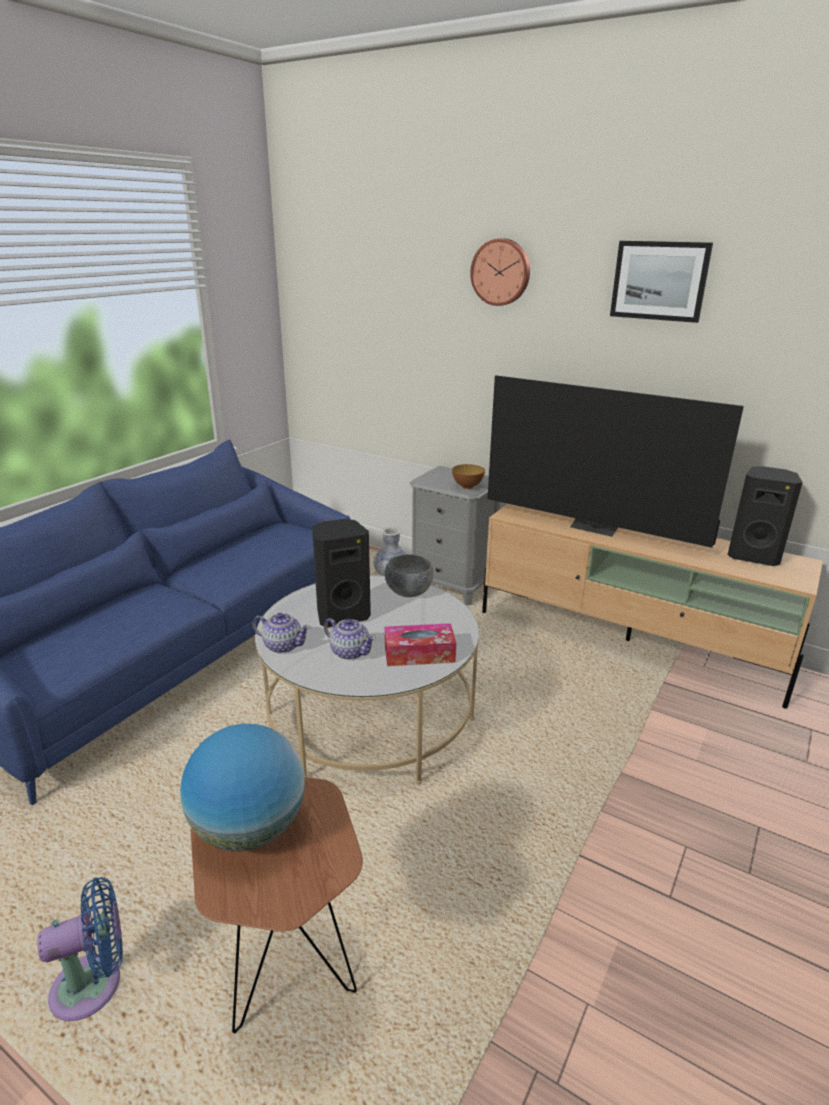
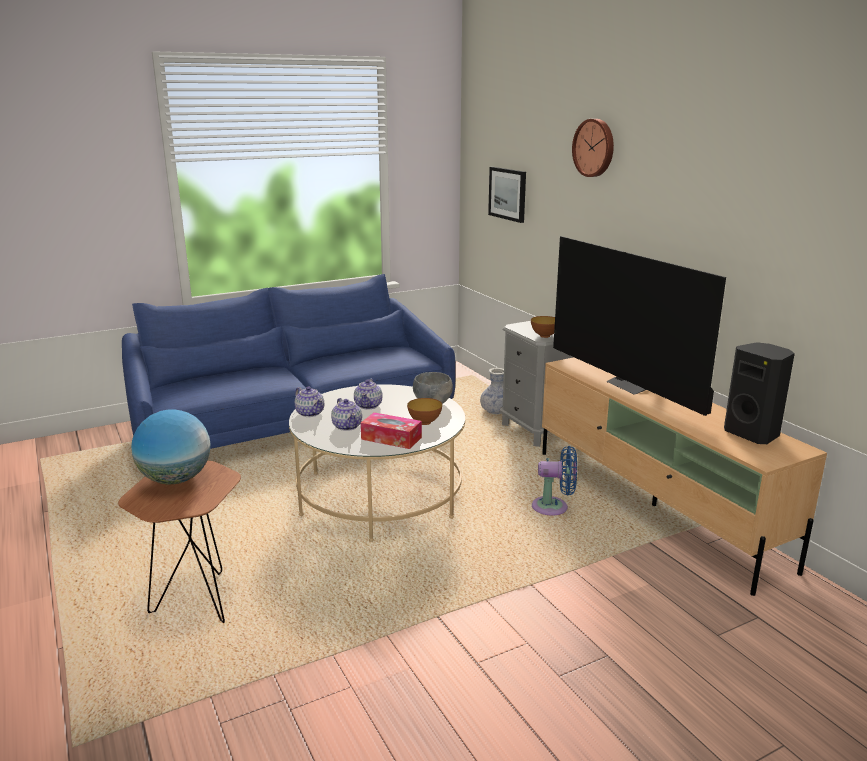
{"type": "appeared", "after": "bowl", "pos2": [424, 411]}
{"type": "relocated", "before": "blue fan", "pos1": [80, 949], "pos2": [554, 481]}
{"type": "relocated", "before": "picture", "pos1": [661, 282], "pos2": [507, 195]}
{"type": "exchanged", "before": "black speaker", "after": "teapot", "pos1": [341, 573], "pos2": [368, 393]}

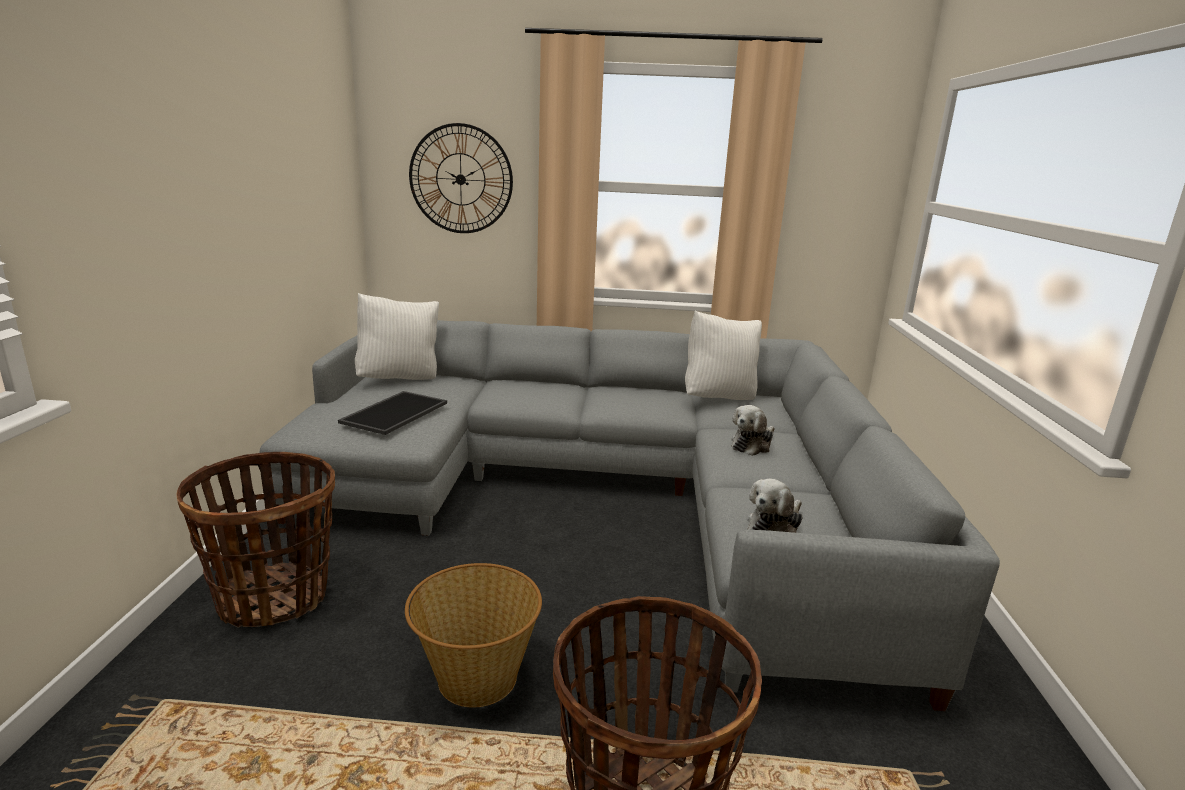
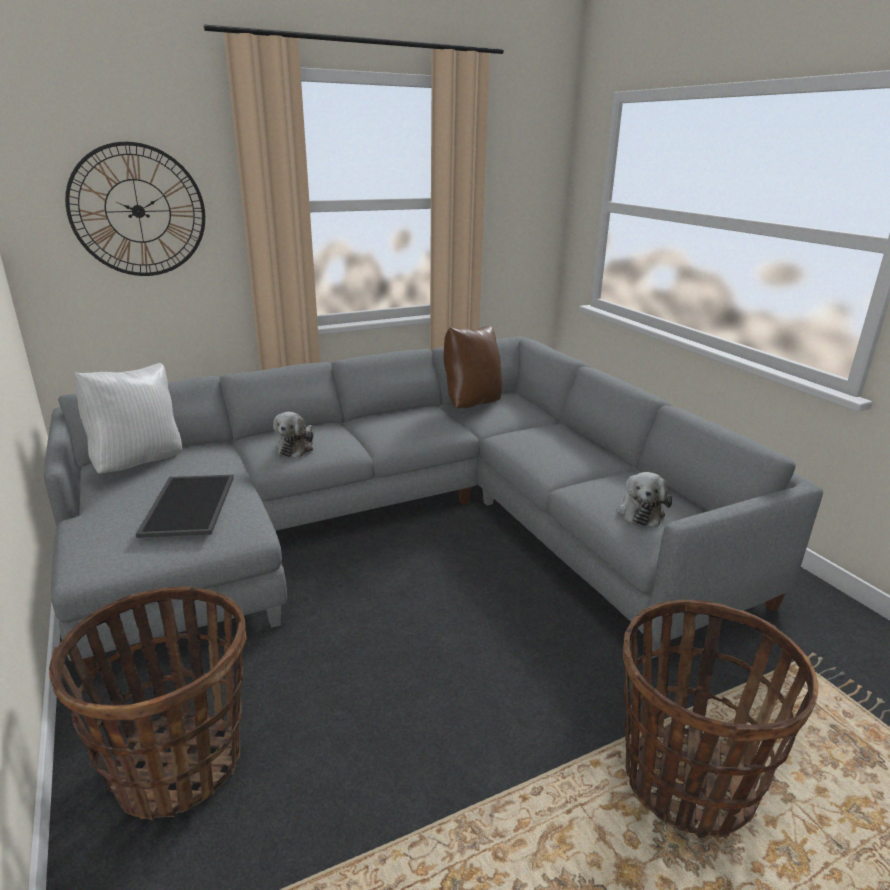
{"type": "missing", "before": "basket", "pos1": [473, 635]}
{"type": "relocated", "before": "plush toy", "pos1": [753, 430], "pos2": [293, 435]}
{"type": "colour", "before": "white pillow", "after": "brown pillow", "pos1": [723, 355], "pos2": [472, 367]}

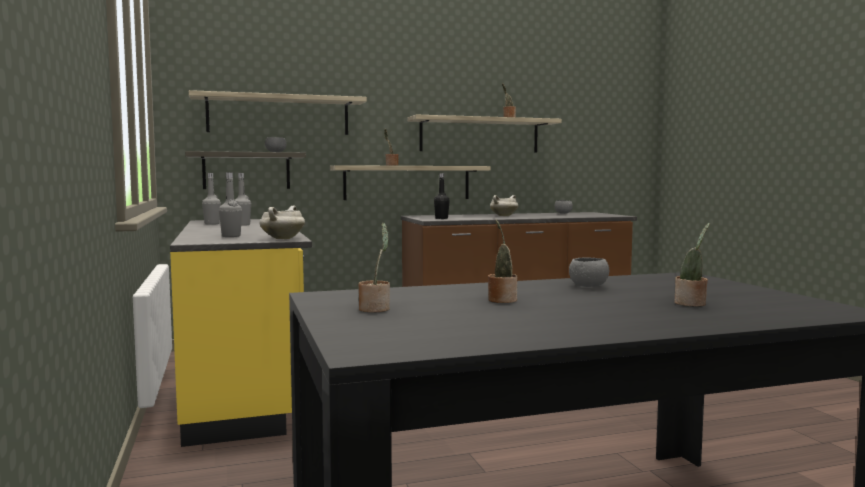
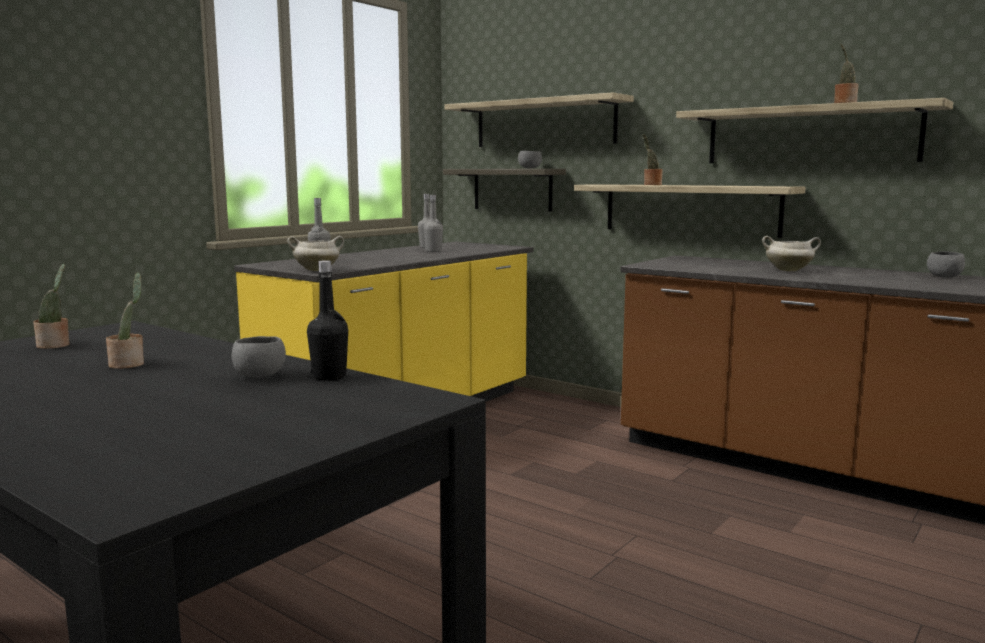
{"type": "missing", "before": "potted plant", "pos1": [692, 265]}
{"type": "relocated", "before": "black bottle", "pos1": [442, 196], "pos2": [327, 320]}

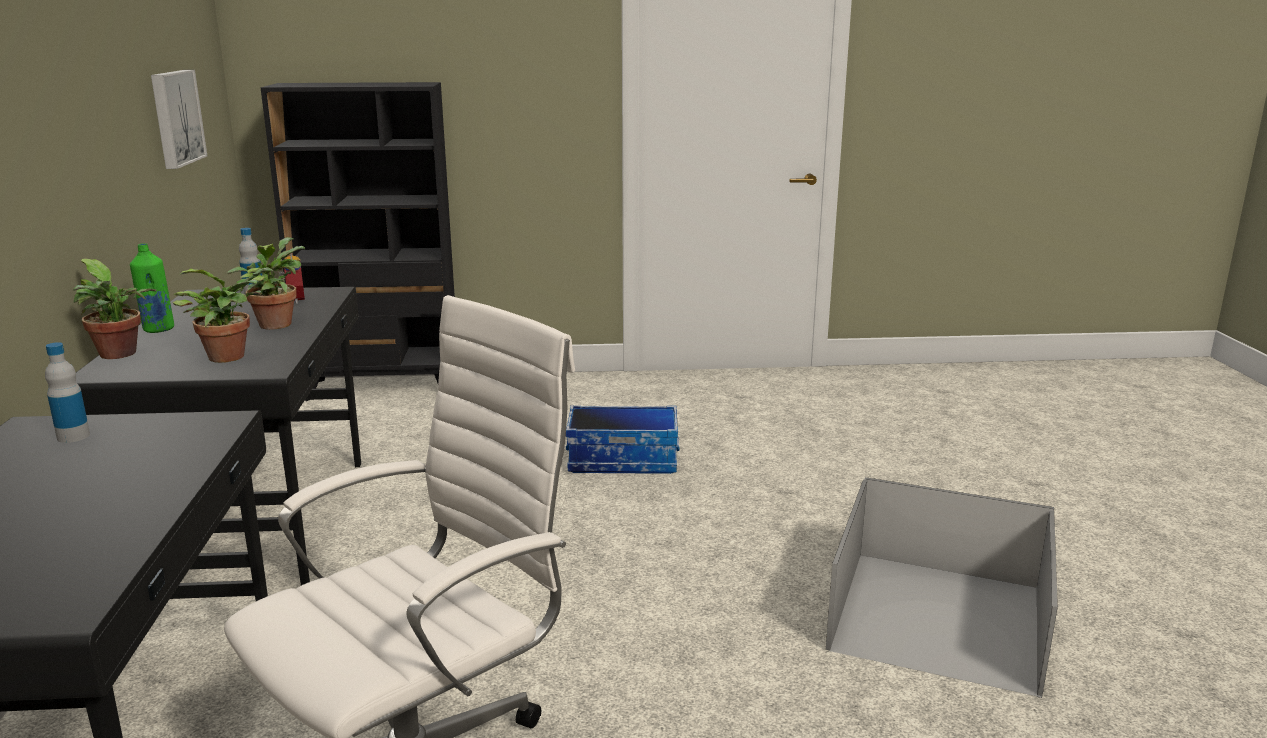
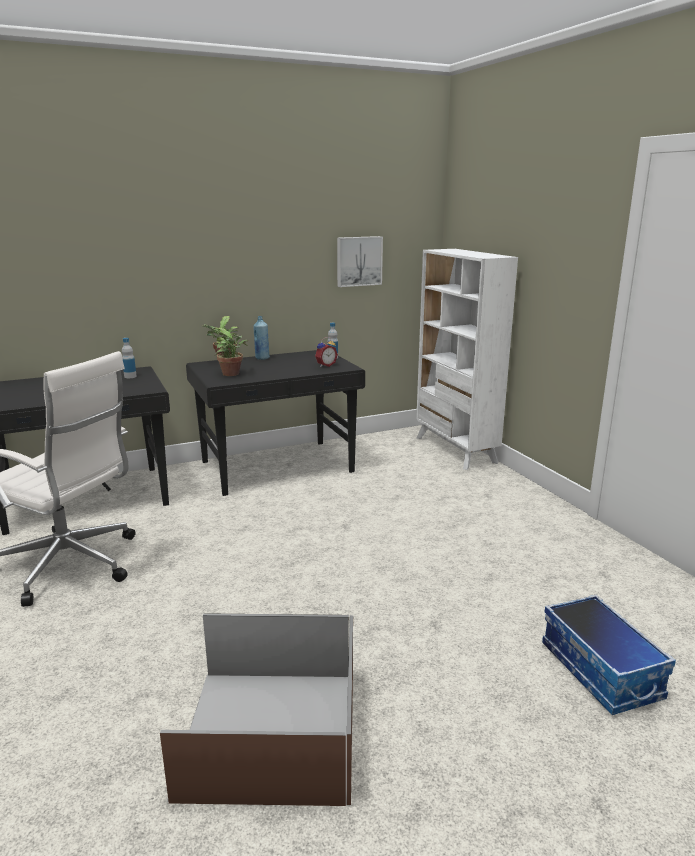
{"type": "missing", "before": "potted plant", "pos1": [266, 283]}
{"type": "relocated", "before": "storage box", "pos1": [623, 439], "pos2": [609, 655]}
{"type": "colour", "before": "green bottle", "after": "blue bottle", "pos1": [152, 288], "pos2": [261, 338]}
{"type": "colour", "before": "black bookcase", "after": "white bookcase", "pos1": [358, 241], "pos2": [467, 359]}

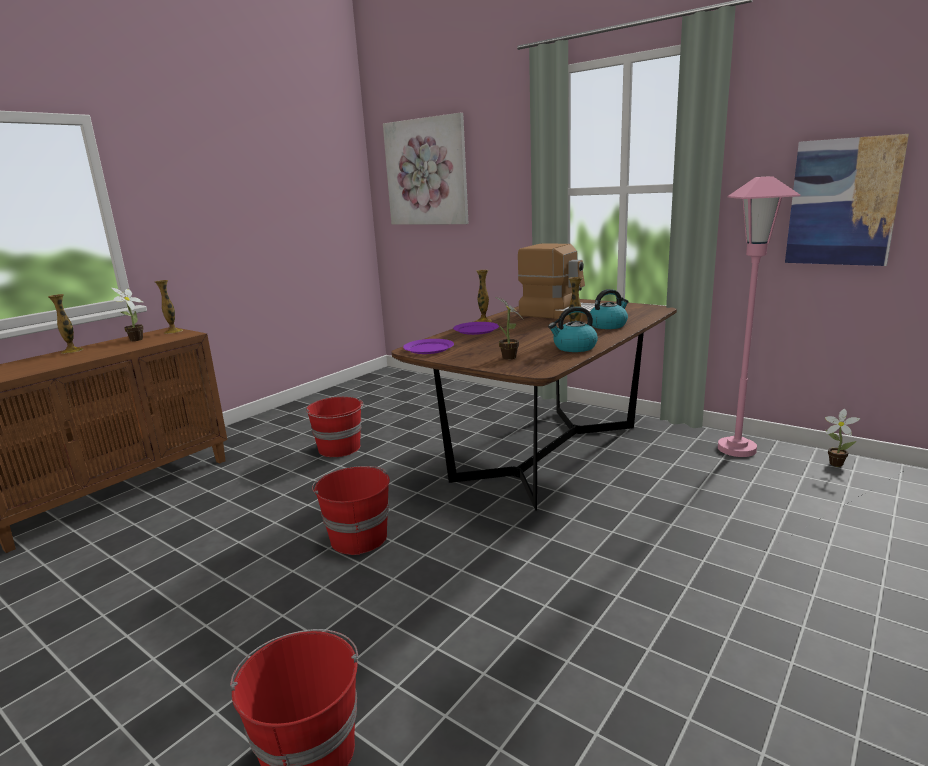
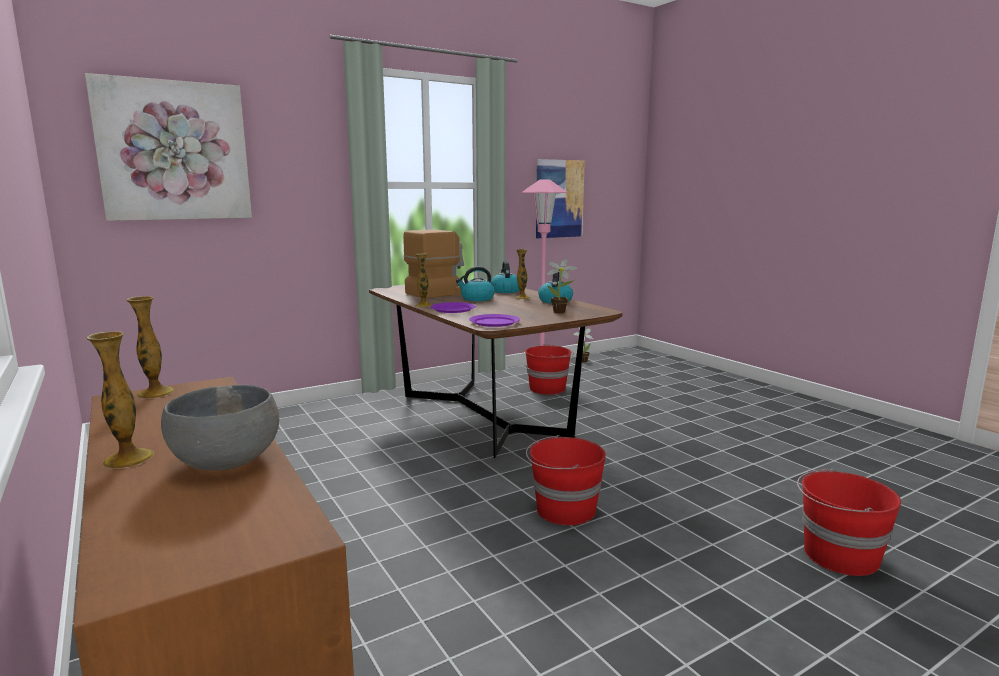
{"type": "missing", "before": "potted plant", "pos1": [128, 314]}
{"type": "appeared", "after": "grey bowl", "pos2": [220, 428]}
{"type": "appeared", "after": "kettle", "pos2": [475, 284]}
{"type": "relocated", "before": "red bucket", "pos1": [334, 427], "pos2": [549, 369]}

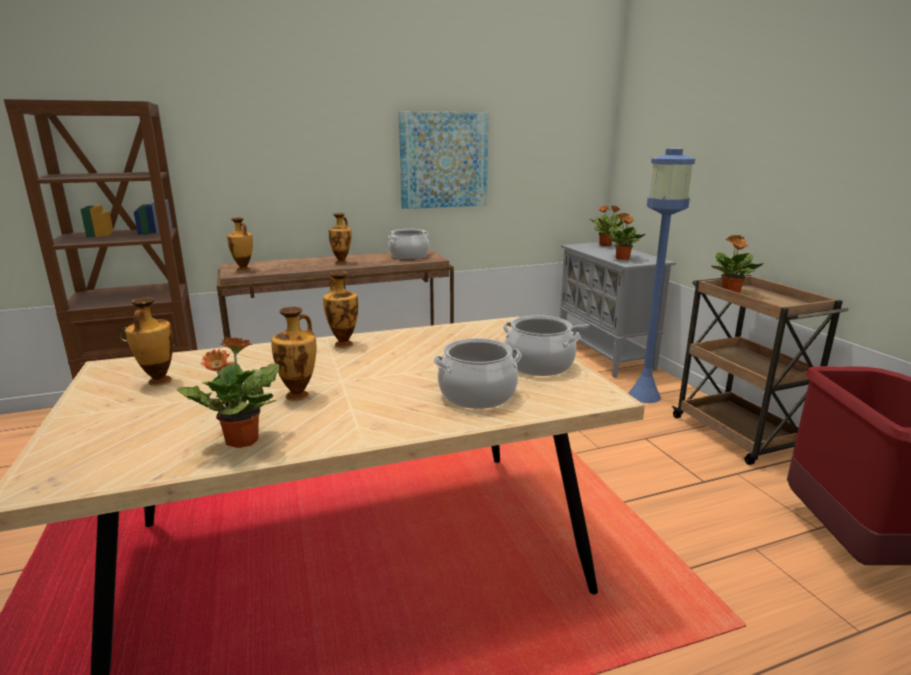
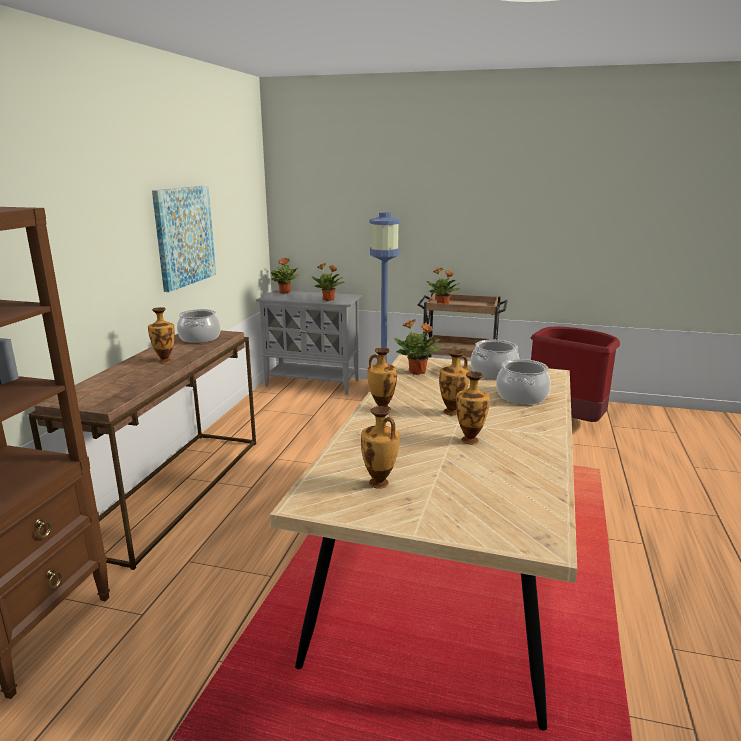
{"type": "relocated", "before": "potted plant", "pos1": [228, 392], "pos2": [418, 347]}
{"type": "relocated", "before": "vase", "pos1": [240, 244], "pos2": [454, 382]}

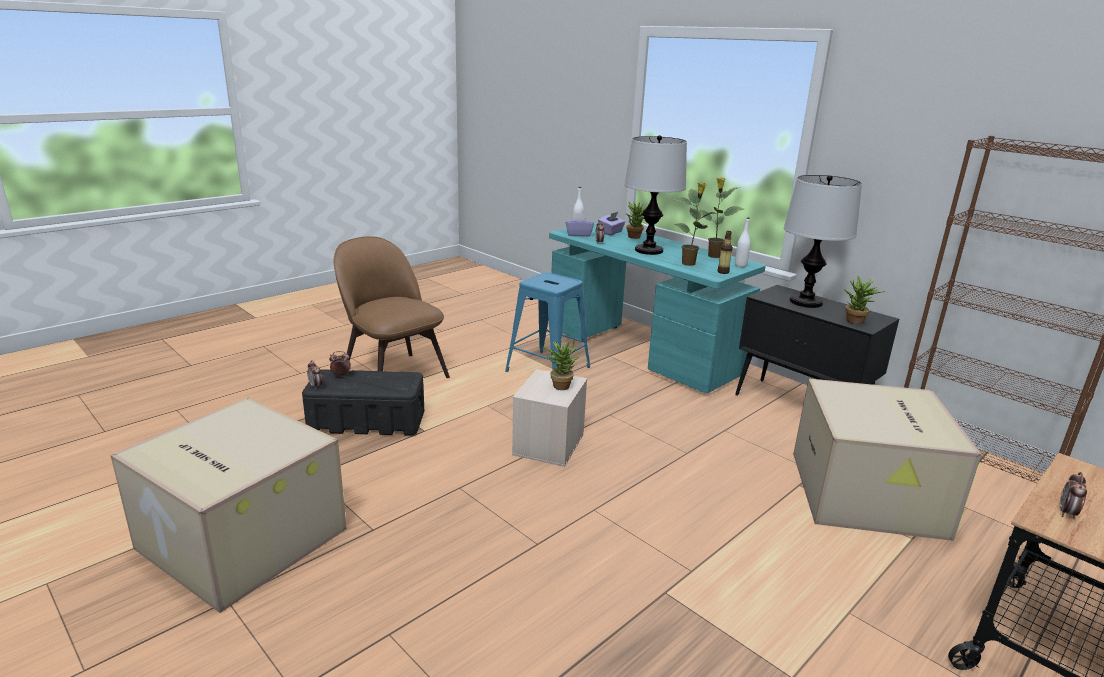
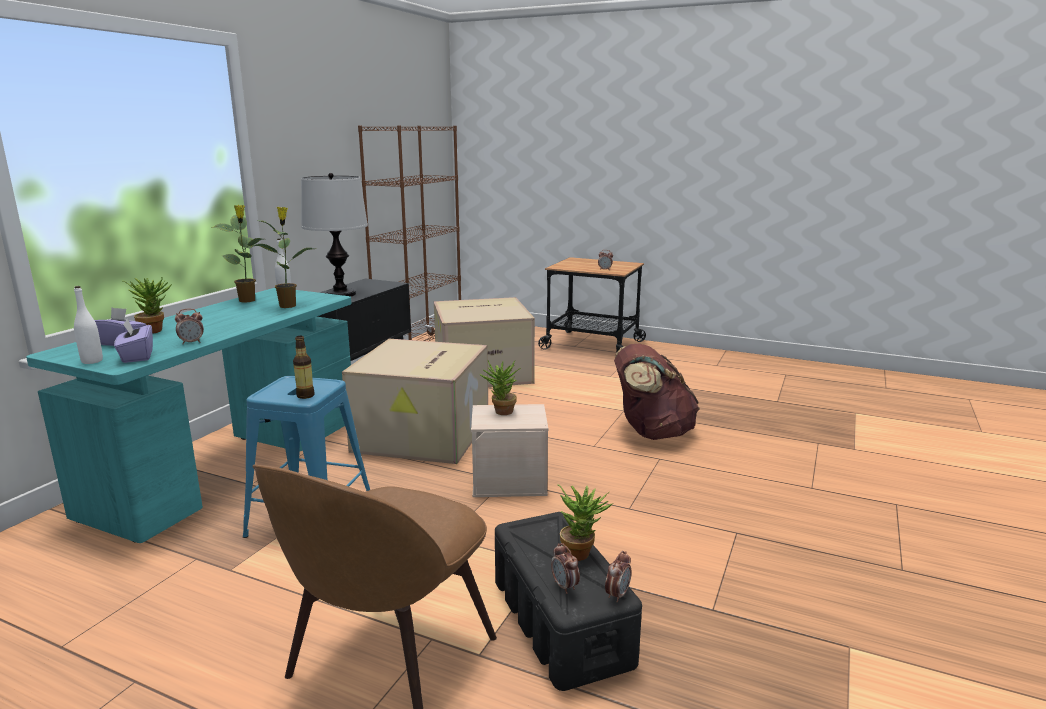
{"type": "missing", "before": "table lamp", "pos1": [655, 195]}
{"type": "appeared", "after": "brown backpack", "pos2": [657, 392]}
{"type": "relocated", "before": "cardboard box", "pos1": [228, 505], "pos2": [415, 401]}
{"type": "relocated", "before": "bottle", "pos1": [725, 252], "pos2": [304, 367]}
{"type": "relocated", "before": "potted plant", "pos1": [864, 300], "pos2": [585, 522]}

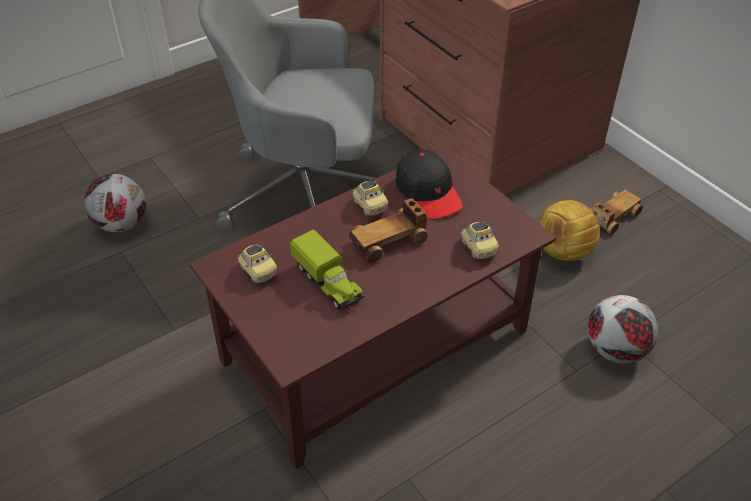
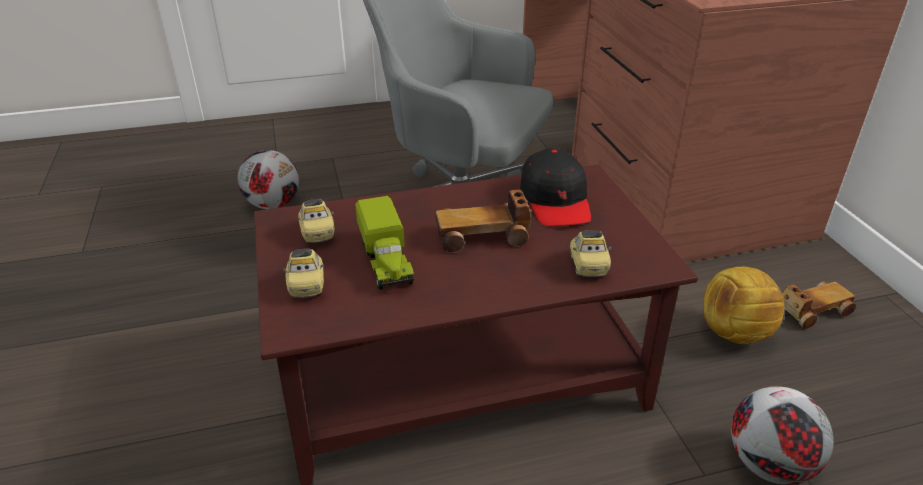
{"type": "relocated", "before": "toy car", "pos1": [370, 198], "pos2": [303, 273]}

